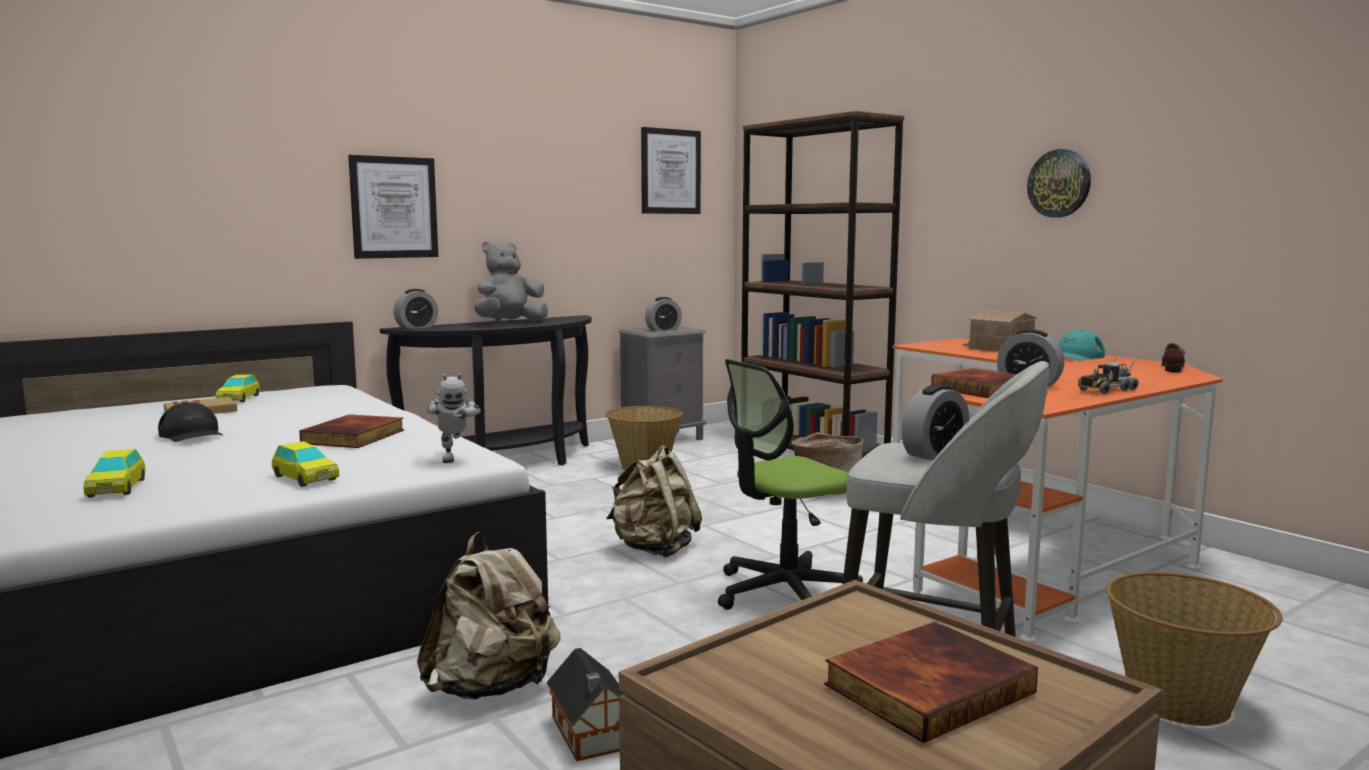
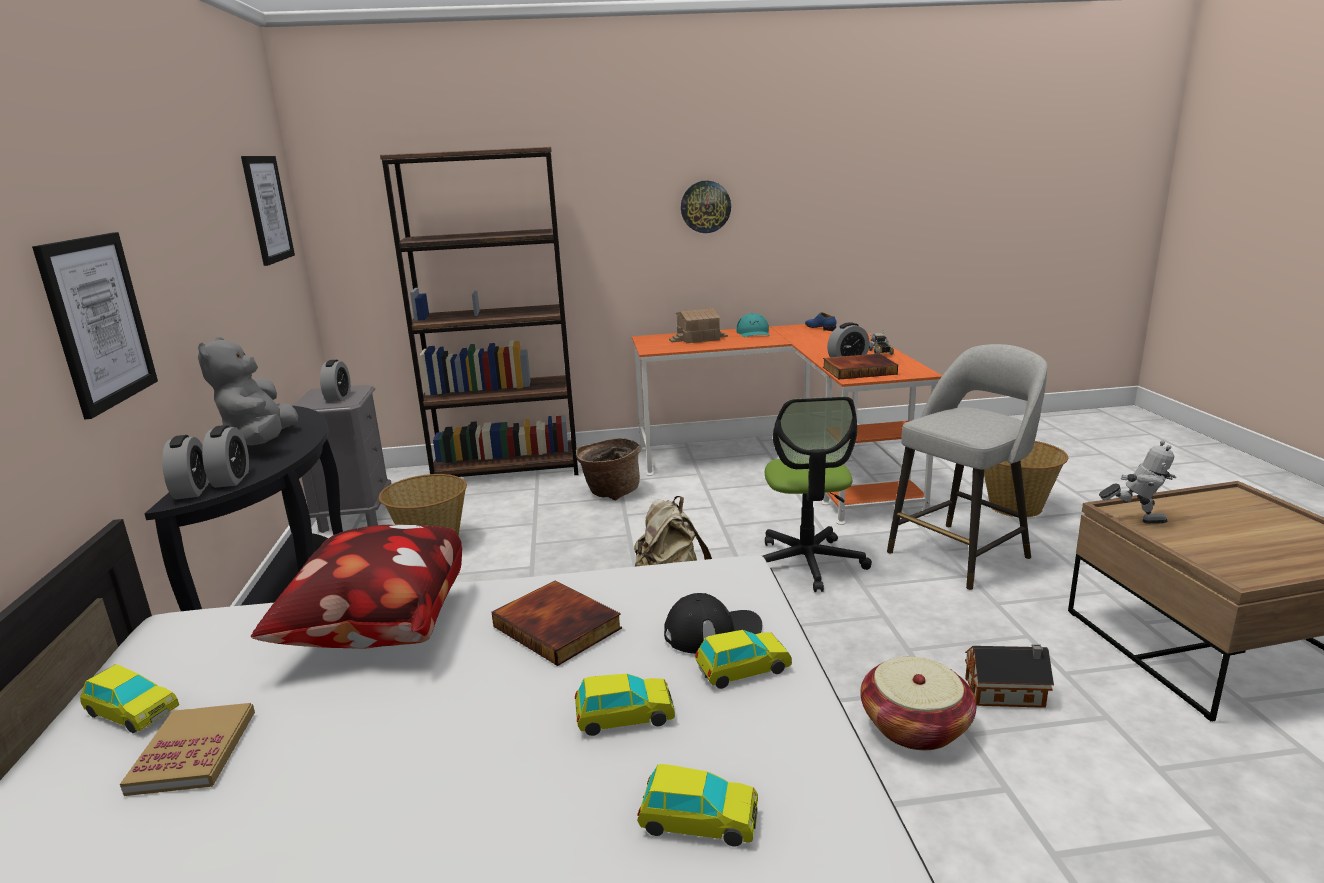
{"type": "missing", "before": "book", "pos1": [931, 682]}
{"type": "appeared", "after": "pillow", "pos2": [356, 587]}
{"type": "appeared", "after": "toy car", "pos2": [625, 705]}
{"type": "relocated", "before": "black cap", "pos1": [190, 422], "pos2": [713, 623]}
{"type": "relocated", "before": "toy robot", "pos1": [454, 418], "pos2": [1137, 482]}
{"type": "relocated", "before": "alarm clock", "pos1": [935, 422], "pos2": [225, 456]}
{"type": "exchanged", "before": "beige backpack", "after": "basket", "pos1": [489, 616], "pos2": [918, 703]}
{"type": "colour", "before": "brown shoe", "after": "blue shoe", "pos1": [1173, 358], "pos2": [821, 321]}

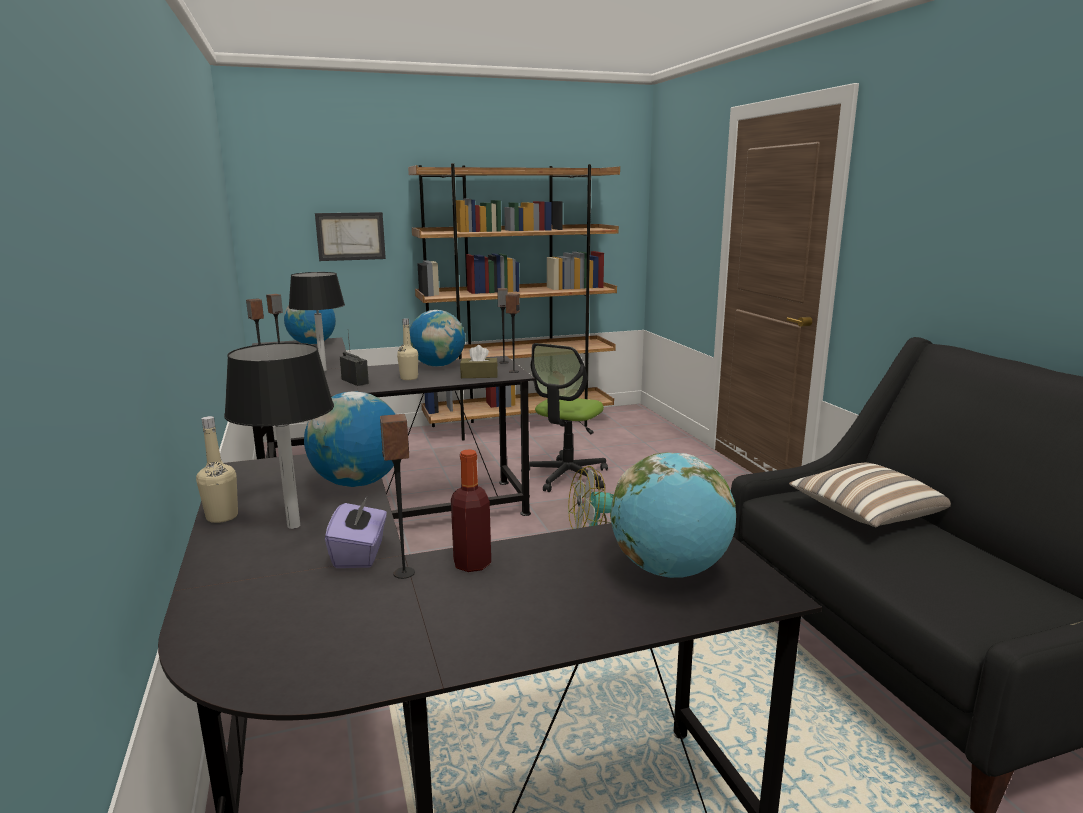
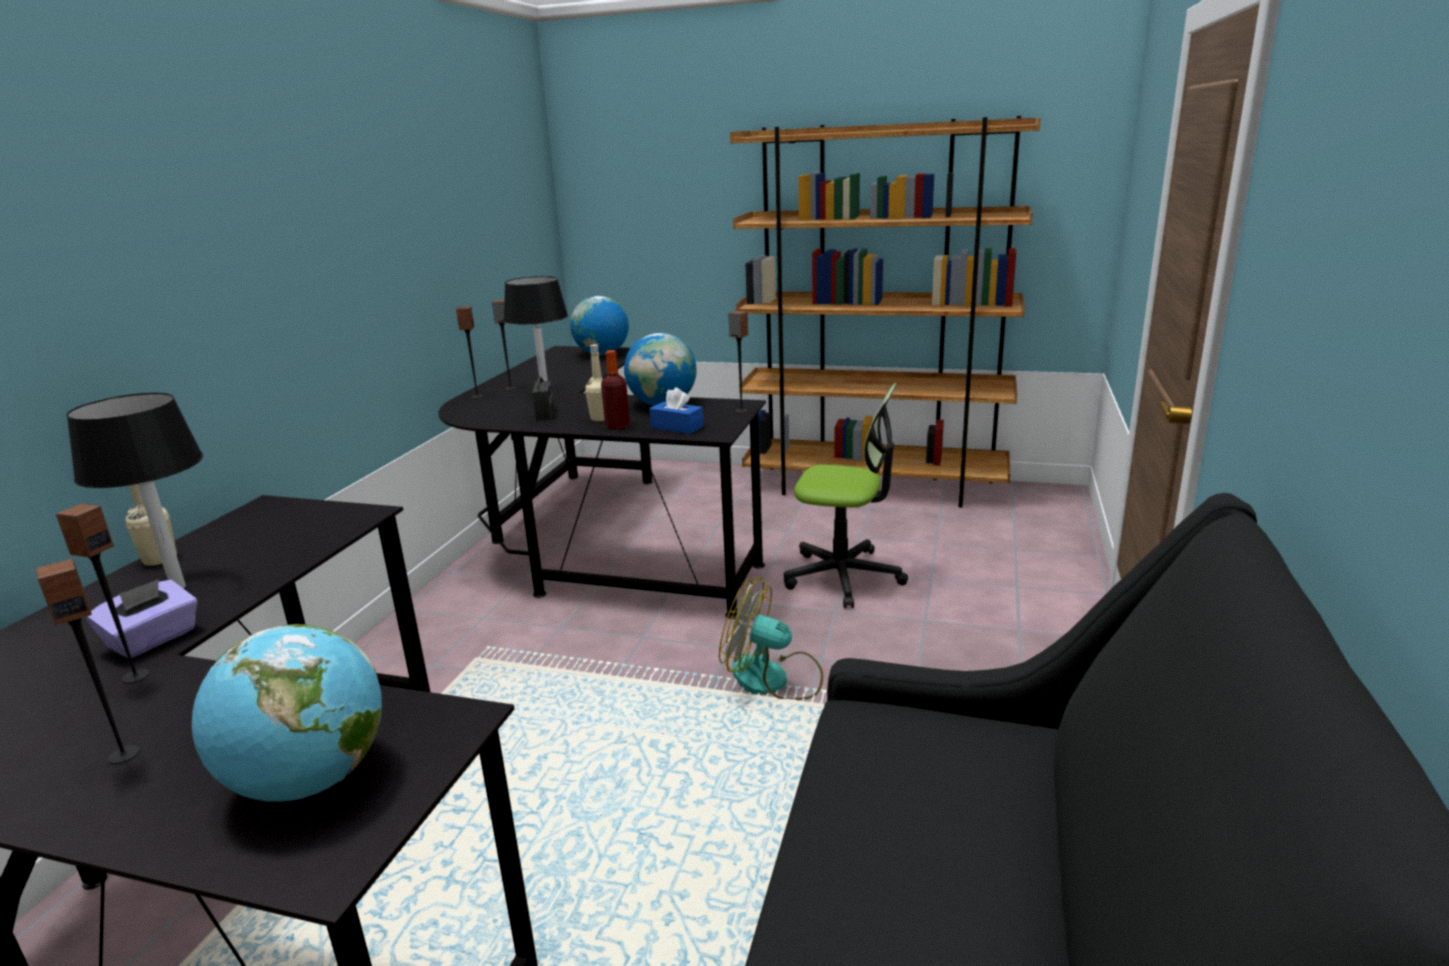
{"type": "missing", "before": "globe", "pos1": [349, 439]}
{"type": "missing", "before": "picture", "pos1": [350, 236]}
{"type": "missing", "before": "pillow", "pos1": [870, 495]}
{"type": "relocated", "before": "bottle", "pos1": [471, 510], "pos2": [615, 390]}
{"type": "relocated", "before": "speaker", "pos1": [512, 333], "pos2": [88, 661]}
{"type": "colour", "before": "brown tissue box", "after": "blue tissue box", "pos1": [479, 361], "pos2": [677, 410]}
{"type": "spun", "before": "office chair", "pos1": [568, 417], "pos2": [846, 495], "turn": -135}

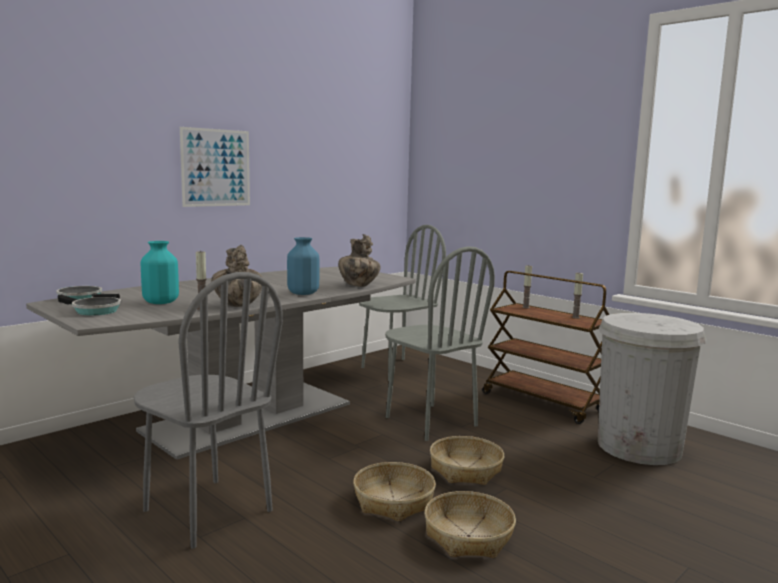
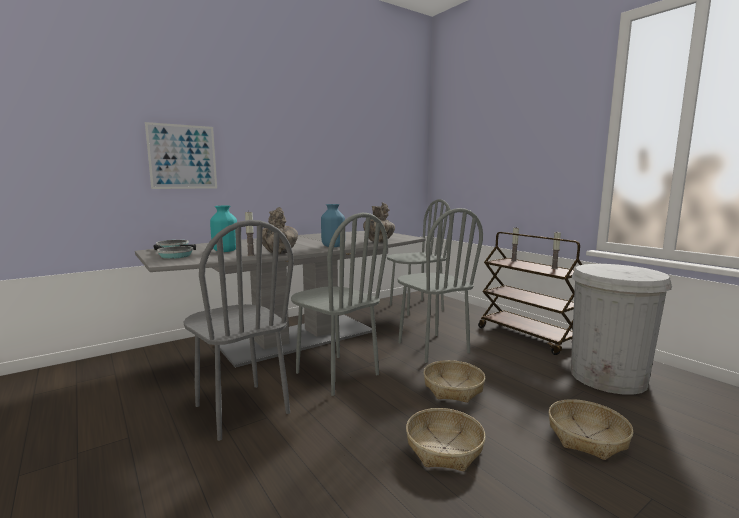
{"type": "appeared", "after": "grey chair", "pos2": [339, 304]}
{"type": "relocated", "before": "picture", "pos1": [215, 167], "pos2": [181, 155]}
{"type": "relocated", "before": "basket", "pos1": [394, 491], "pos2": [591, 429]}

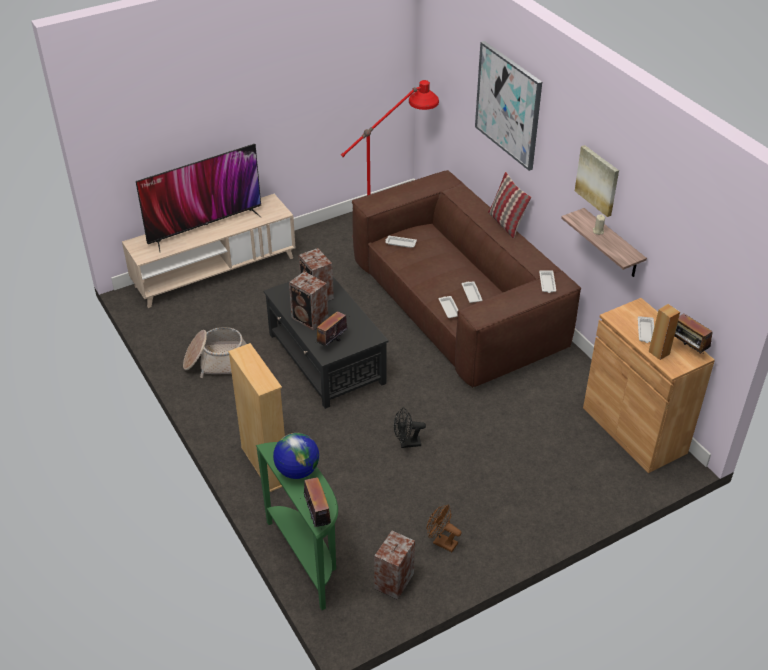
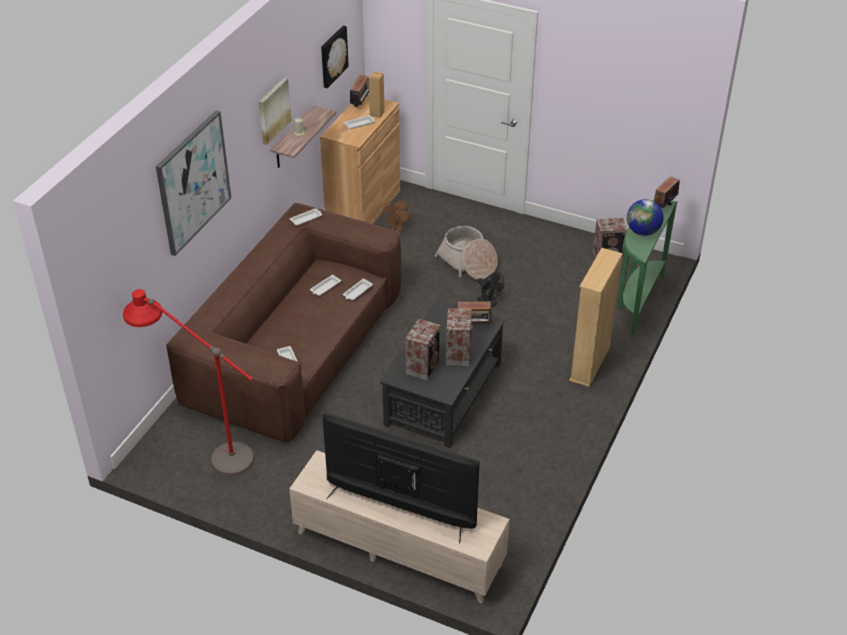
{"type": "missing", "before": "pillow", "pos1": [509, 205]}
{"type": "appeared", "after": "picture", "pos2": [335, 57]}
{"type": "relocated", "before": "basket", "pos1": [215, 352], "pos2": [466, 252]}
{"type": "relocated", "before": "brown fan", "pos1": [444, 528], "pos2": [397, 215]}

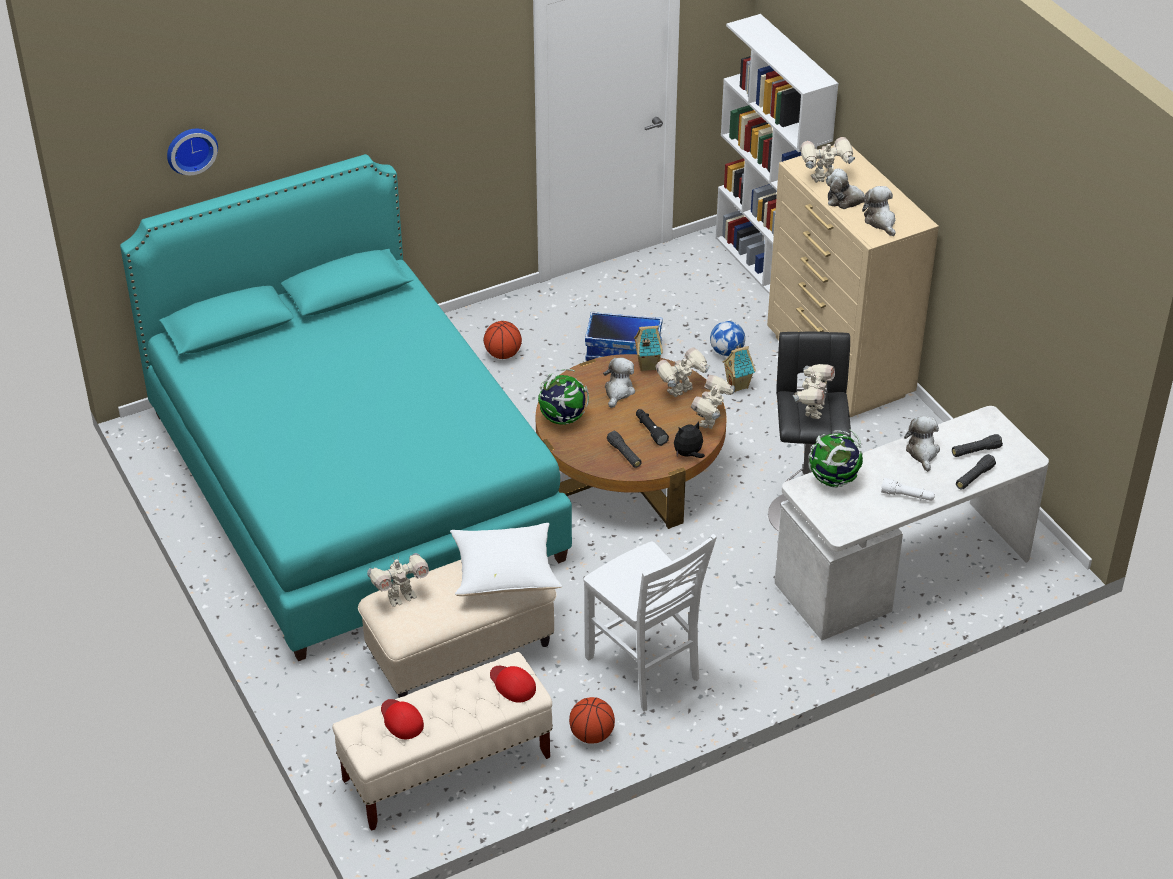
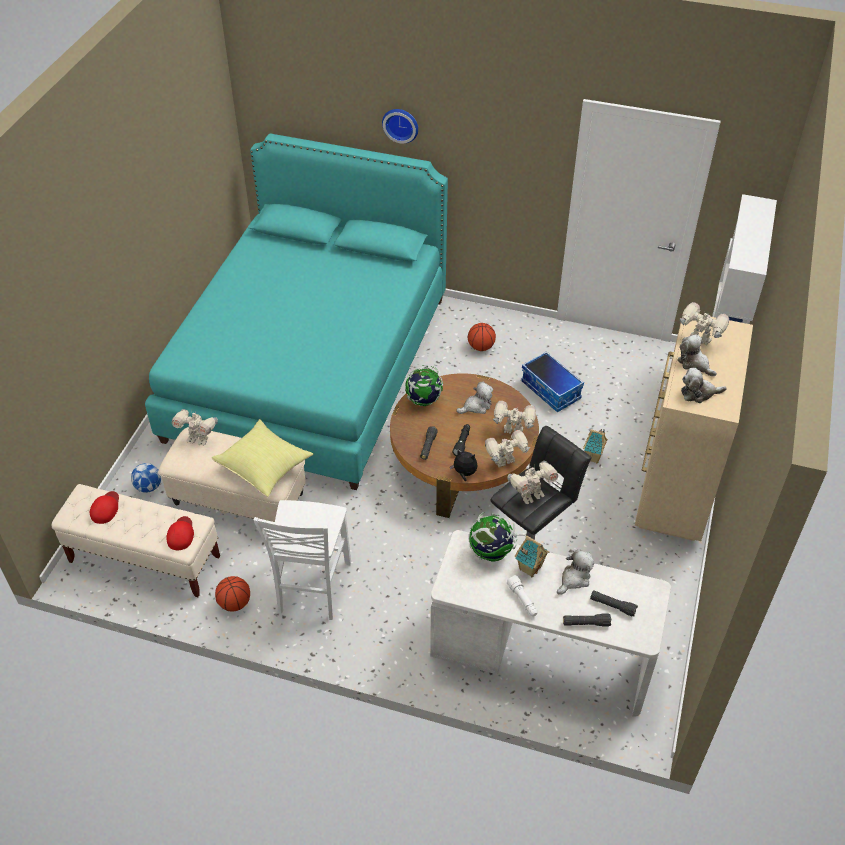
{"type": "relocated", "before": "wall clock", "pos1": [192, 152], "pos2": [400, 126]}
{"type": "relocated", "before": "toy house", "pos1": [648, 348], "pos2": [532, 556]}
{"type": "relocated", "before": "football", "pos1": [727, 338], "pos2": [146, 478]}
{"type": "colour", "before": "white pillow", "after": "yellow pillow", "pos1": [506, 559], "pos2": [263, 458]}
{"type": "spun", "before": "plush toy", "pos1": [879, 211], "pos2": [704, 385], "turn": -120}

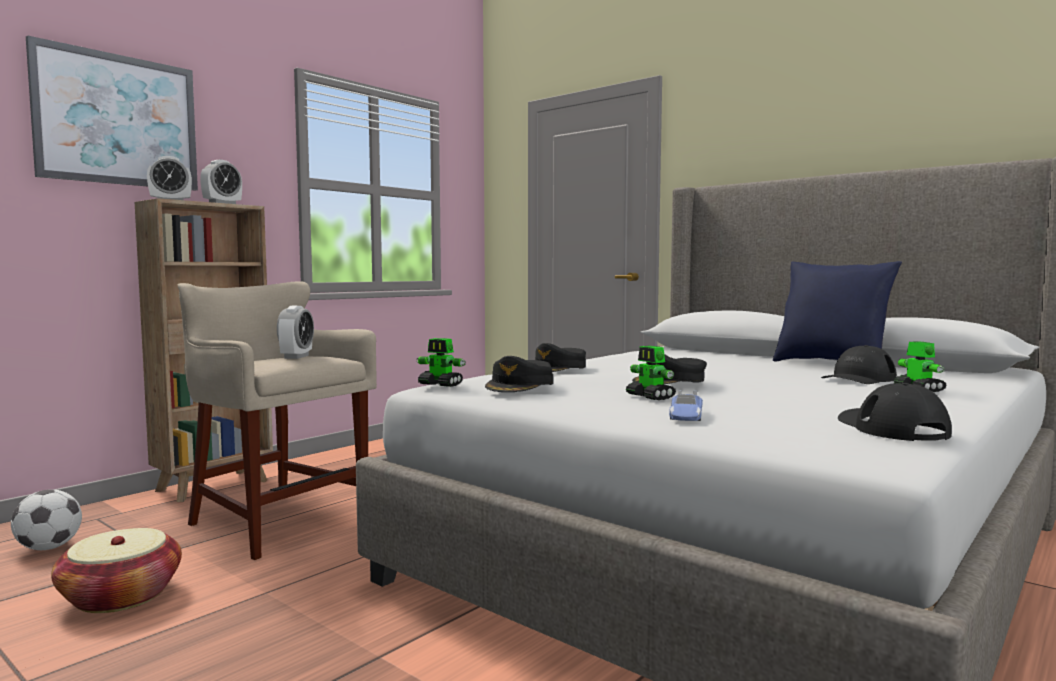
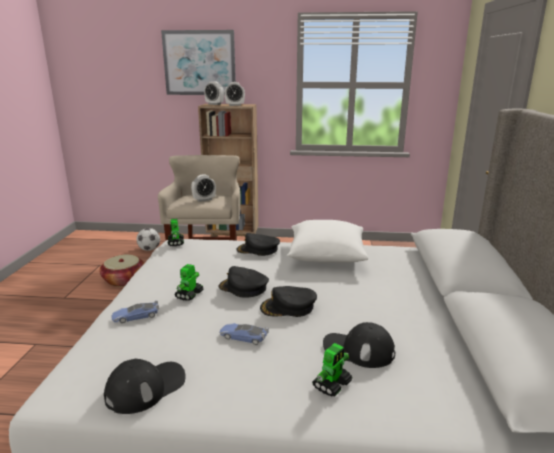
{"type": "missing", "before": "blue pillow", "pos1": [837, 311]}
{"type": "appeared", "after": "toy car", "pos2": [244, 334]}
{"type": "appeared", "after": "white pillow", "pos2": [327, 241]}
{"type": "relocated", "before": "black cap", "pos1": [519, 374], "pos2": [288, 301]}

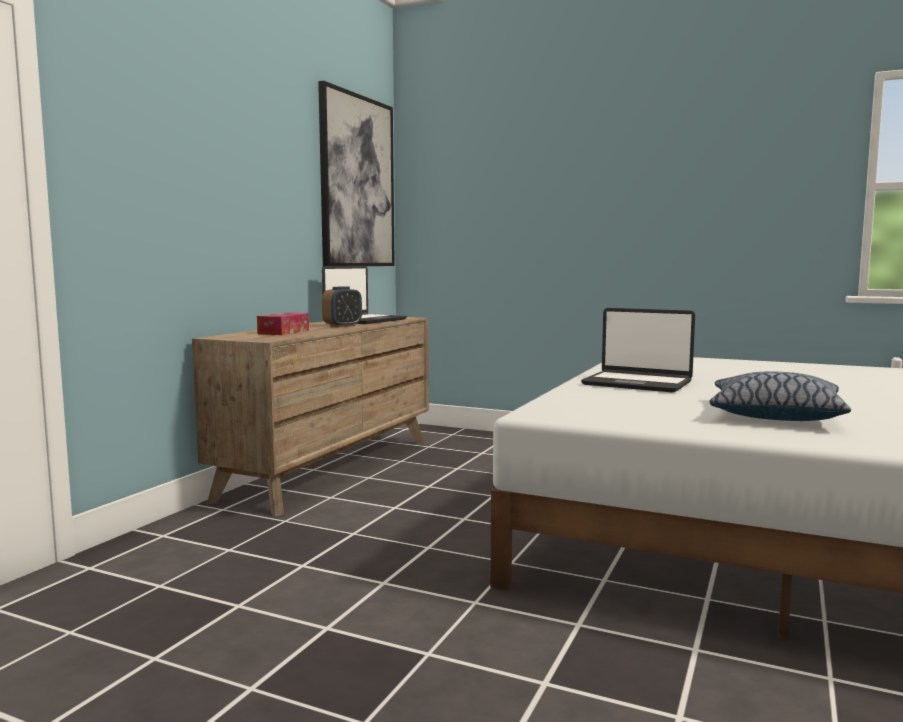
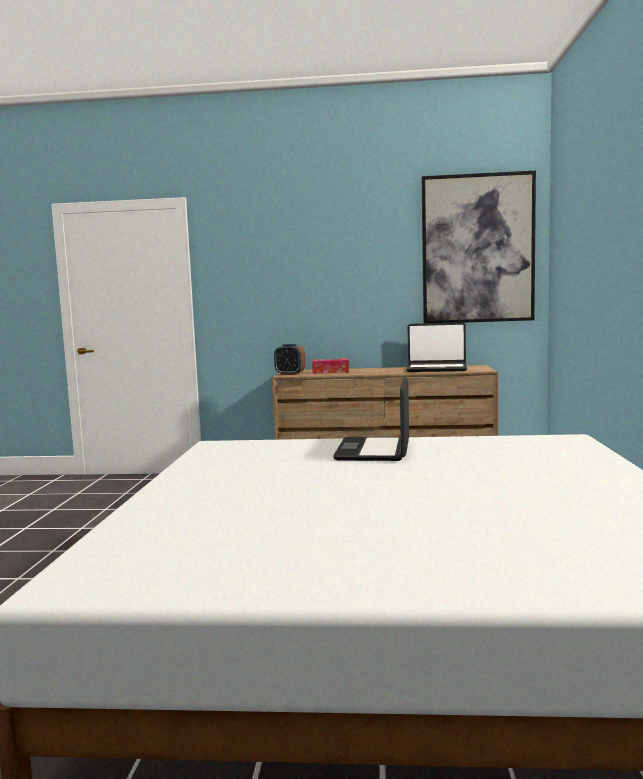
{"type": "missing", "before": "pillow", "pos1": [780, 396]}
{"type": "relocated", "before": "alarm clock", "pos1": [342, 306], "pos2": [290, 359]}

